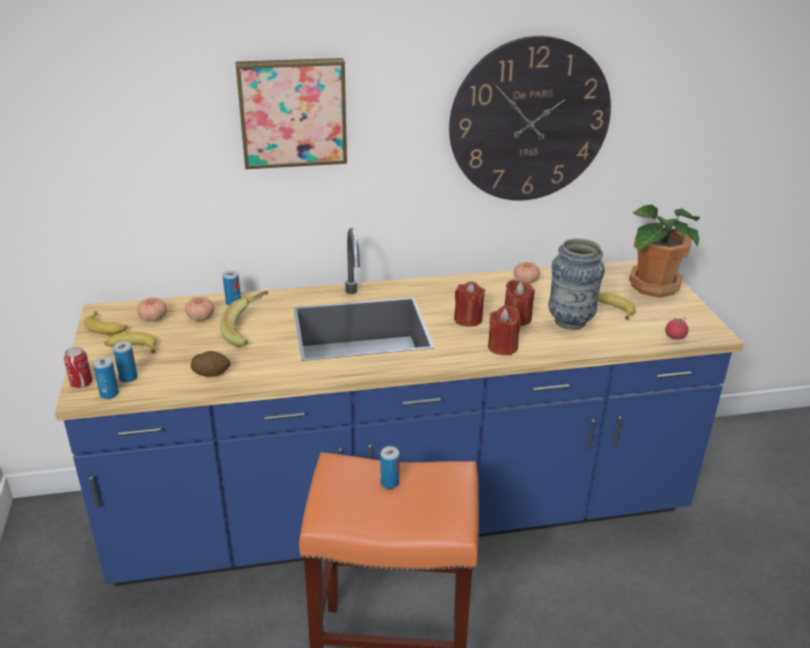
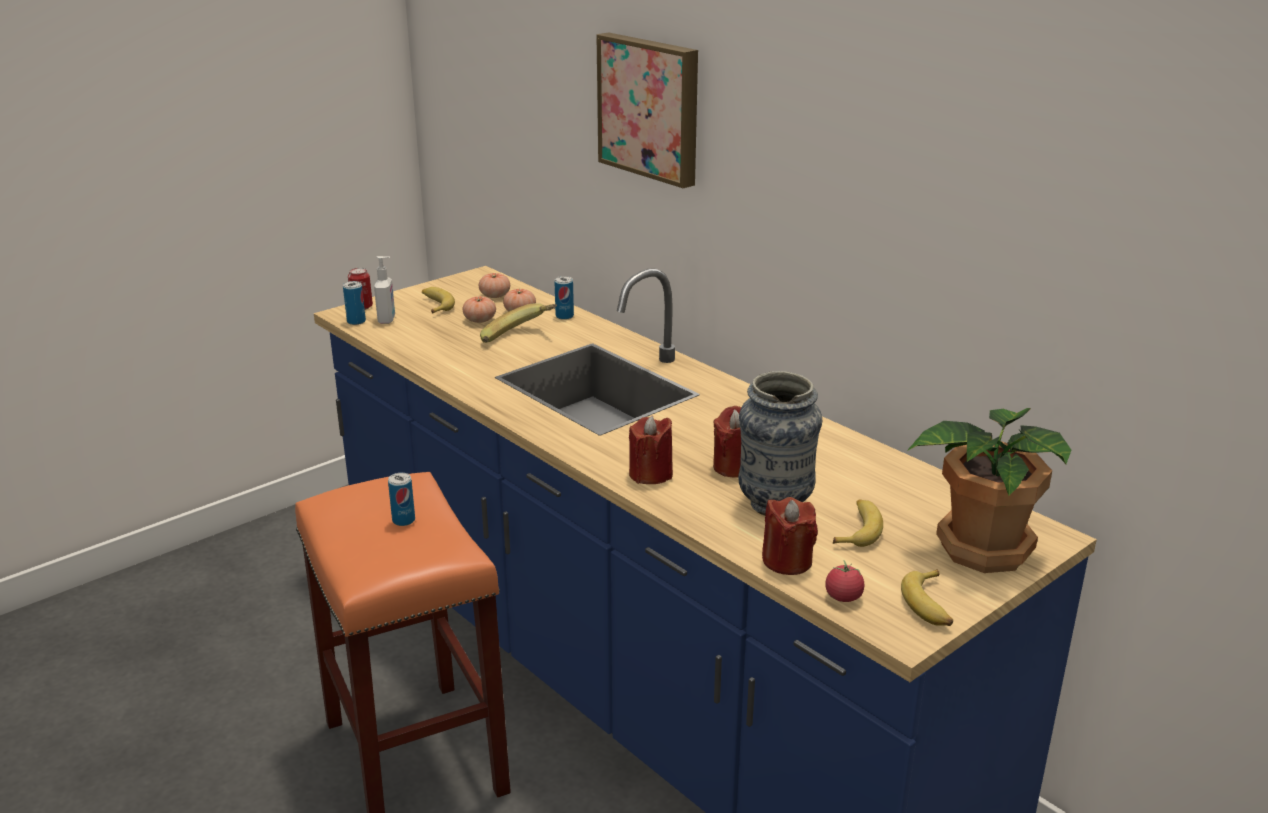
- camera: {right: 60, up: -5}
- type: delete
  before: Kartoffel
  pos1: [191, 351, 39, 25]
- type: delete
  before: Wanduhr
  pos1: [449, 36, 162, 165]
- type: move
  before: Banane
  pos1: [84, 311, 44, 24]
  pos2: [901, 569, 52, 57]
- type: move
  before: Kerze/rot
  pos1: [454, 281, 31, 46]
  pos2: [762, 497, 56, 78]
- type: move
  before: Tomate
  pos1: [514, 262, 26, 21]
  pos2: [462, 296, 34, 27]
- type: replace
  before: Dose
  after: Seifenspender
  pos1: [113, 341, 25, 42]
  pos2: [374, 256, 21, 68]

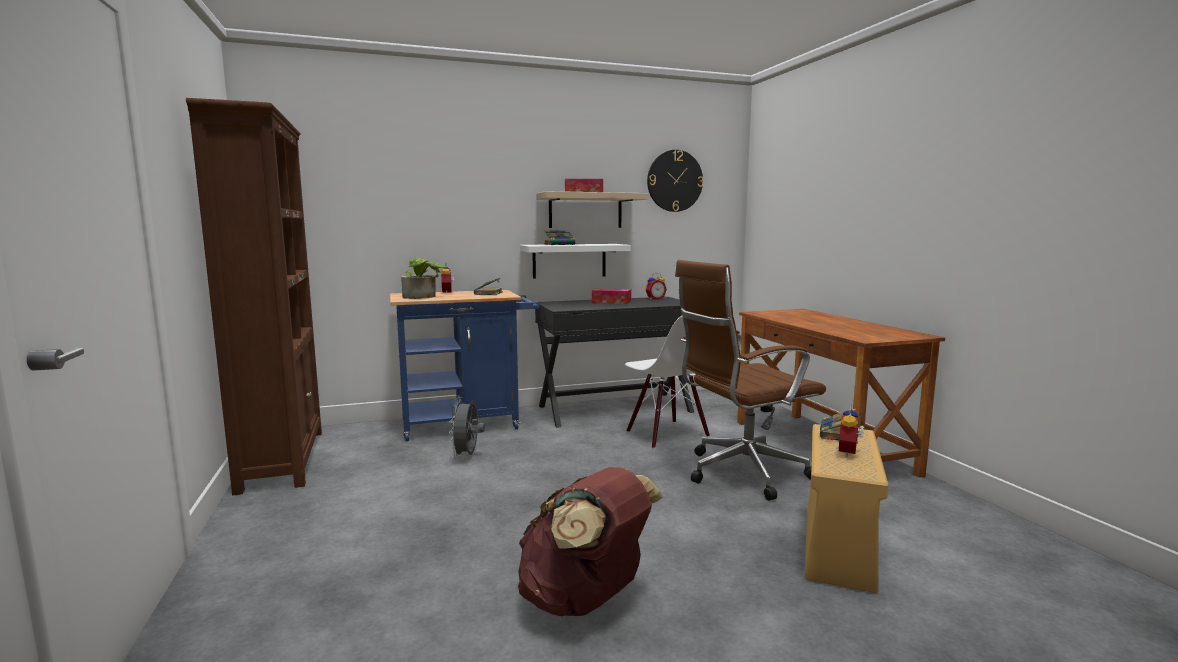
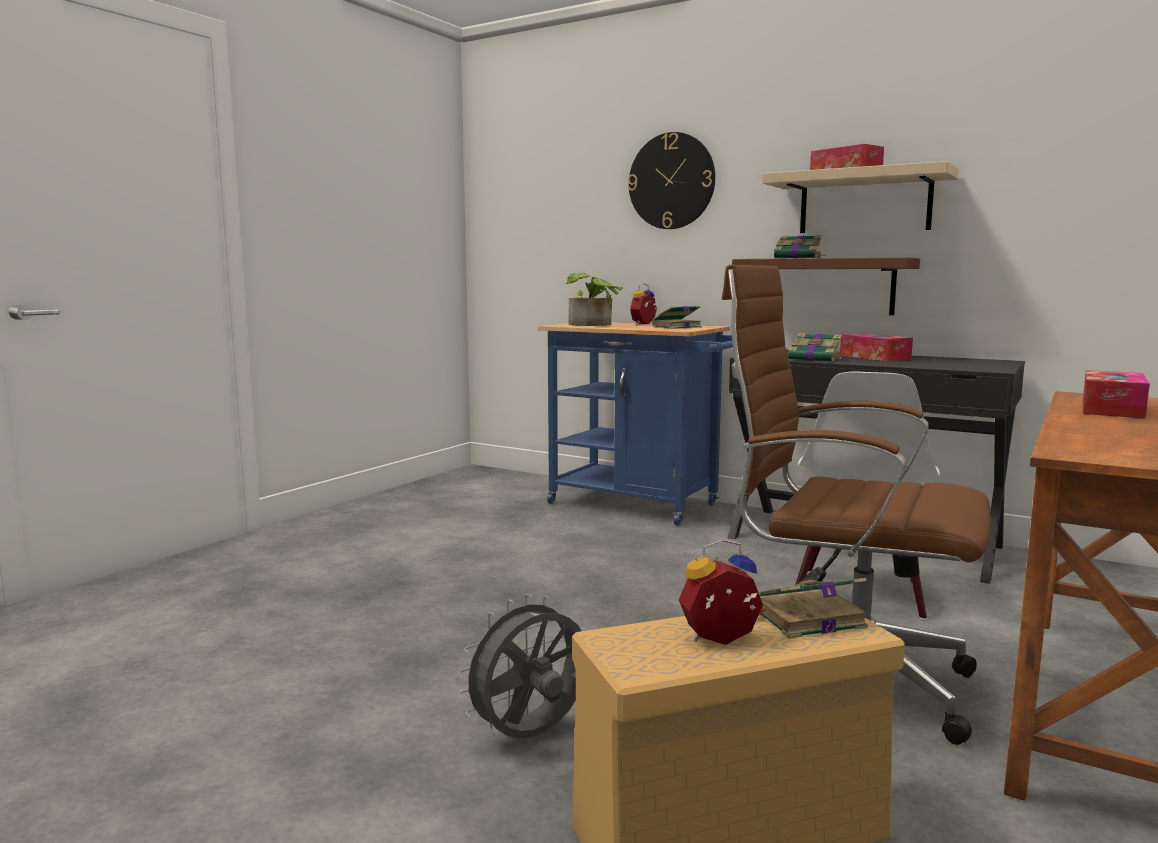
- camera: {right: 50, up: 0}
- type: delete
  before: Bücherregal/braun
  pos1: [186, 98, 136, 397]
- type: delete
  before: Rucksack/braun
  pos1: [518, 467, 145, 149]
- type: delete
  before: Wecker
  pos1: [645, 273, 22, 27]
- type: insert
  after: Buch
  pos2: [788, 333, 56, 29]
- type: insert
  after: Taschentuchbox
  pos2: [1083, 370, 67, 49]
- type: move
  before: Ventilator/grau
  pos1: [449, 397, 36, 62]
  pos2: [458, 594, 123, 144]
- type: move
  before: Wanduhr
  pos1: [647, 150, 56, 62]
  pos2: [628, 132, 87, 97]
- type: recolor
  before: Wandregal/weiß
  after: Wandregal/braun
  pos1: [520, 244, 111, 35]
  pos2: [732, 257, 188, 58]

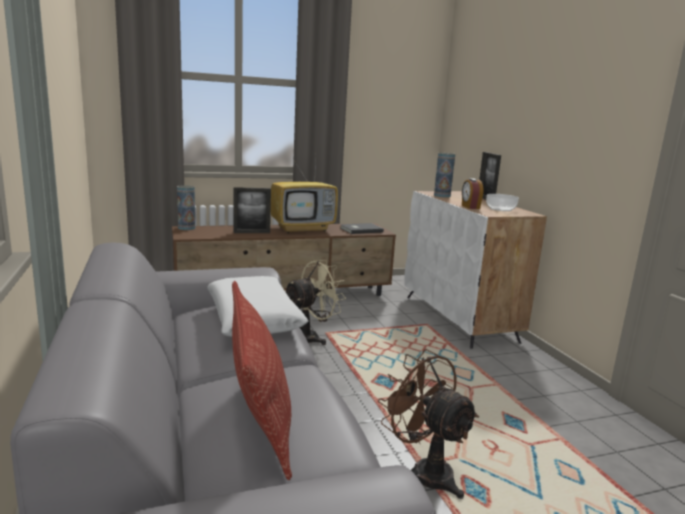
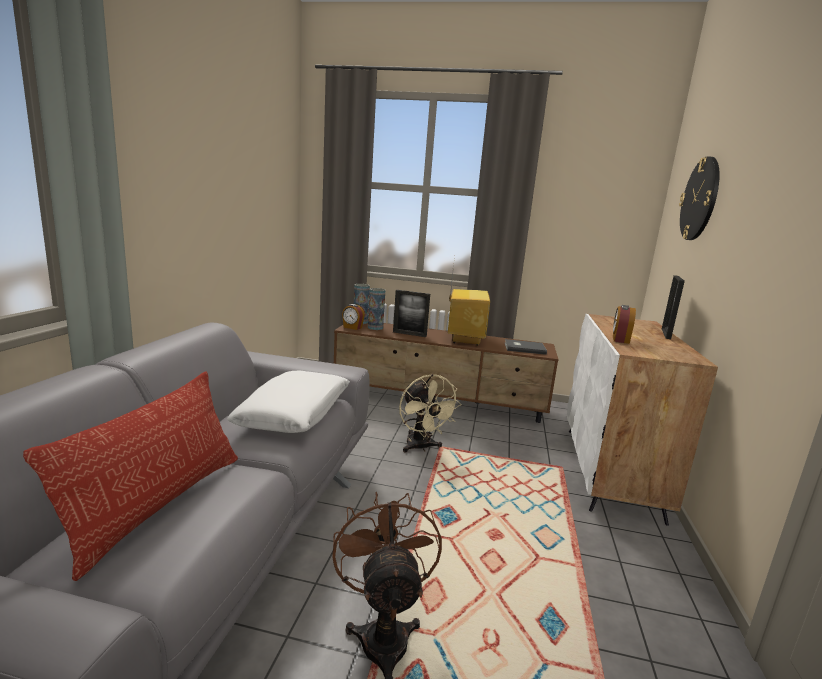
- camera: {right: 30, up: 0}
- type: delete
  before: Schüssel
  pos1: [486, 194, 33, 17]
- type: insert
  after: Wecker
  pos2: [342, 304, 23, 26]
- type: insert
  after: Wanduhr
  pos2: [679, 156, 41, 84]
- type: move
  before: Vase
  pos1: [434, 153, 21, 45]
  pos2: [368, 288, 17, 42]
- type: rotate
  before: Fernseher
  pos1: [271, 157, 67, 76]
  pos2: [448, 266, 42, 80]
  turn: -90
- type: rotate
  before: Ventilator/beige
  pos1: [285, 260, 61, 85]
  pos2: [399, 374, 63, 79]
  turn: 75

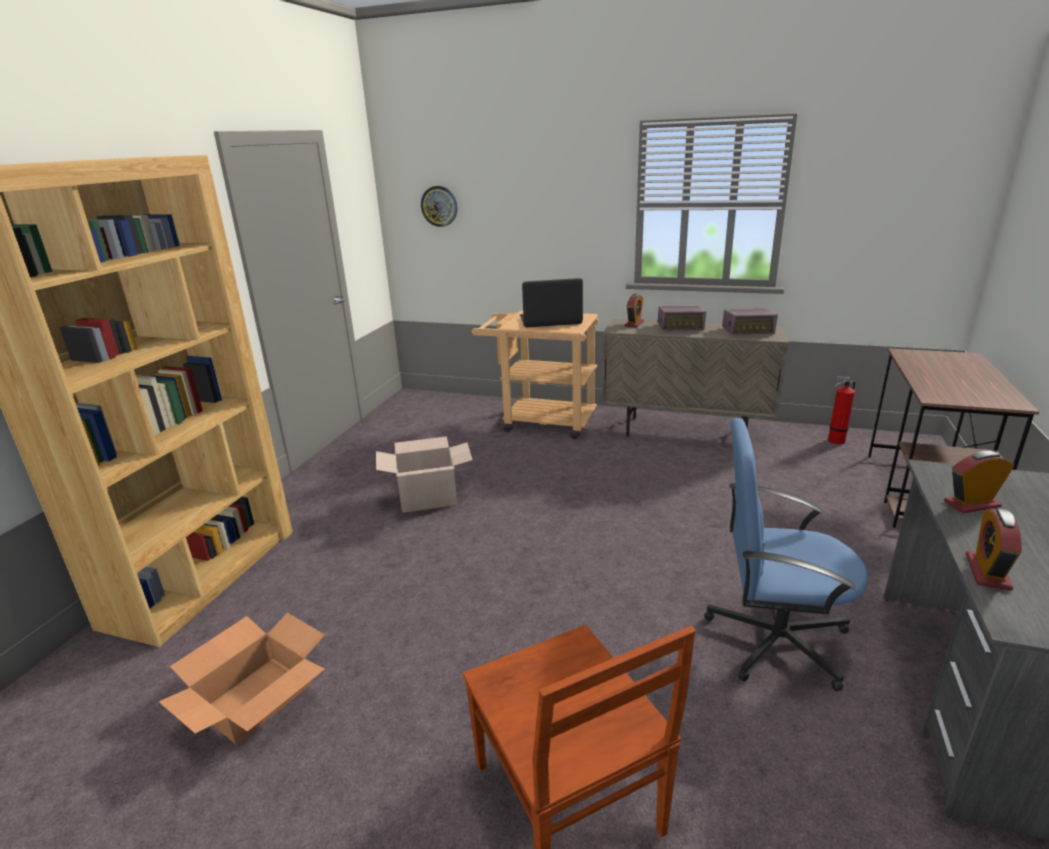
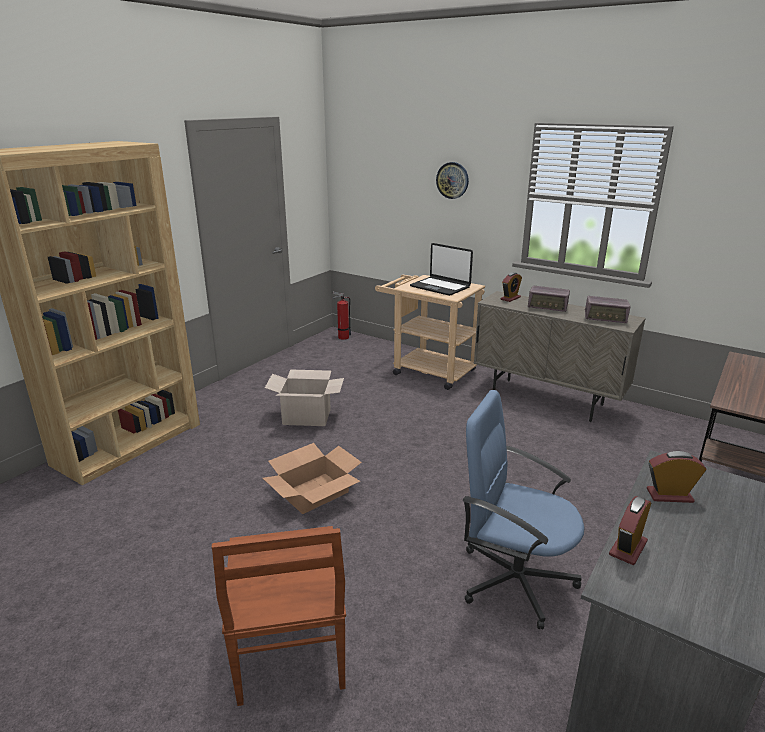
- camera: {right: 15, up: 0}
- type: move
  before: Karton
  pos1: [159, 613, 166, 131]
  pos2: [263, 443, 99, 71]
- type: move
  before: Wanduhr
  pos1: [421, 186, 36, 41]
  pos2: [436, 162, 33, 37]
- type: move
  before: Feuerlöscher
  pos1: [828, 376, 27, 69]
  pos2: [332, 292, 19, 48]
- type: rotate
  before: Laptop
  pos1: [520, 278, 63, 49]
  pos2: [410, 243, 63, 53]
  turn: -150

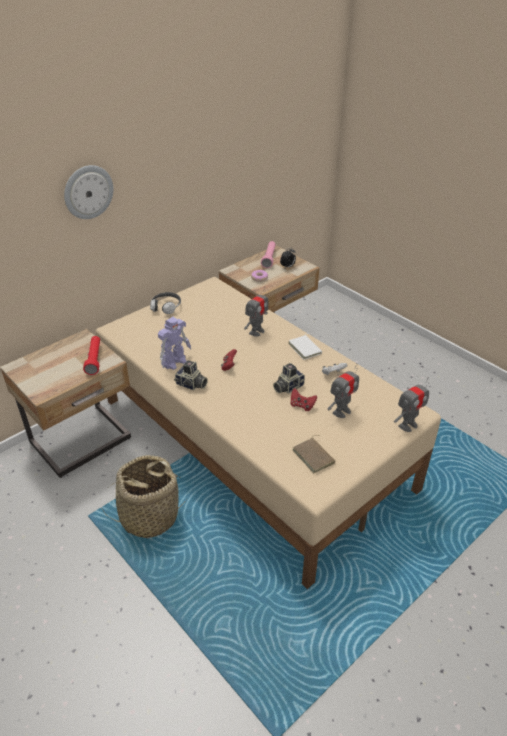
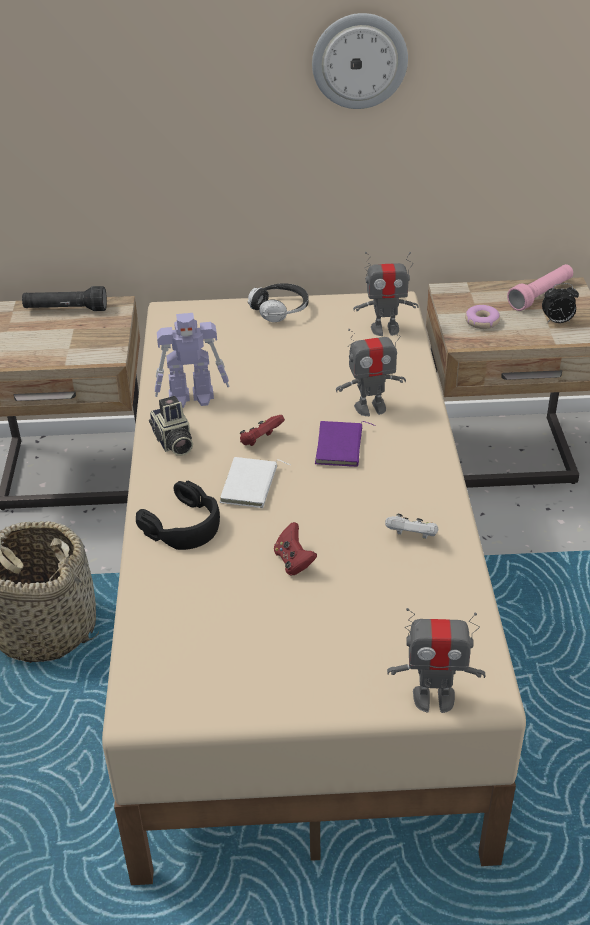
- camera: {right: 40, up: 0}
- type: delete
  before: Taschenlampe/rot
  pos1: [83, 336, 17, 39]
- type: delete
  before: Kamera
  pos1: [273, 363, 32, 31]
- type: delete
  before: Buch/braun
  pos1: [292, 435, 43, 38]
- type: insert
  after: Taschenlampe/schwarz
  pos2: [22, 286, 85, 25]
- type: insert
  after: Kopfhörer/schwarz
  pos2: [136, 481, 84, 69]
- type: insert
  after: Buch/lila
  pos2: [315, 421, 61, 46]
- type: move
  before: Wanduhr
  pos1: [64, 165, 49, 54]
  pos2: [312, 13, 96, 96]
- type: move
  before: Buch/weiß
  pos1: [288, 335, 34, 25]
  pos2: [220, 457, 70, 51]
- type: move
  before: Spielzeugroboter
  pos1: [328, 363, 31, 55]
  pos2: [353, 252, 66, 84]

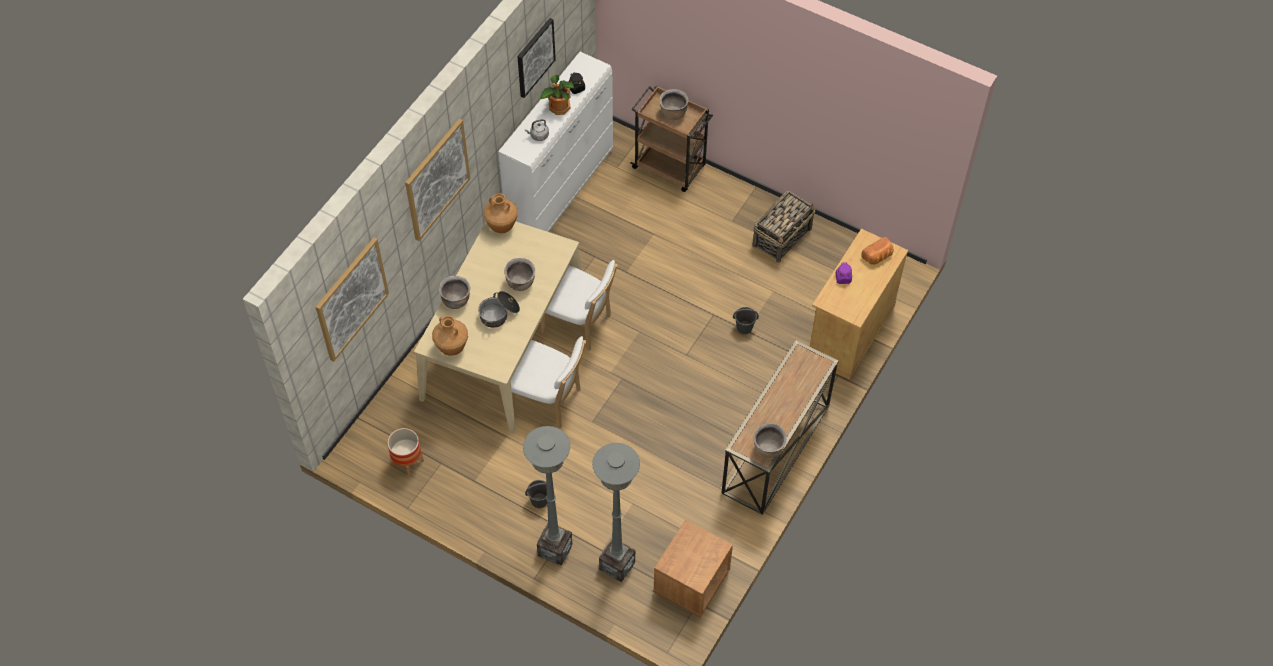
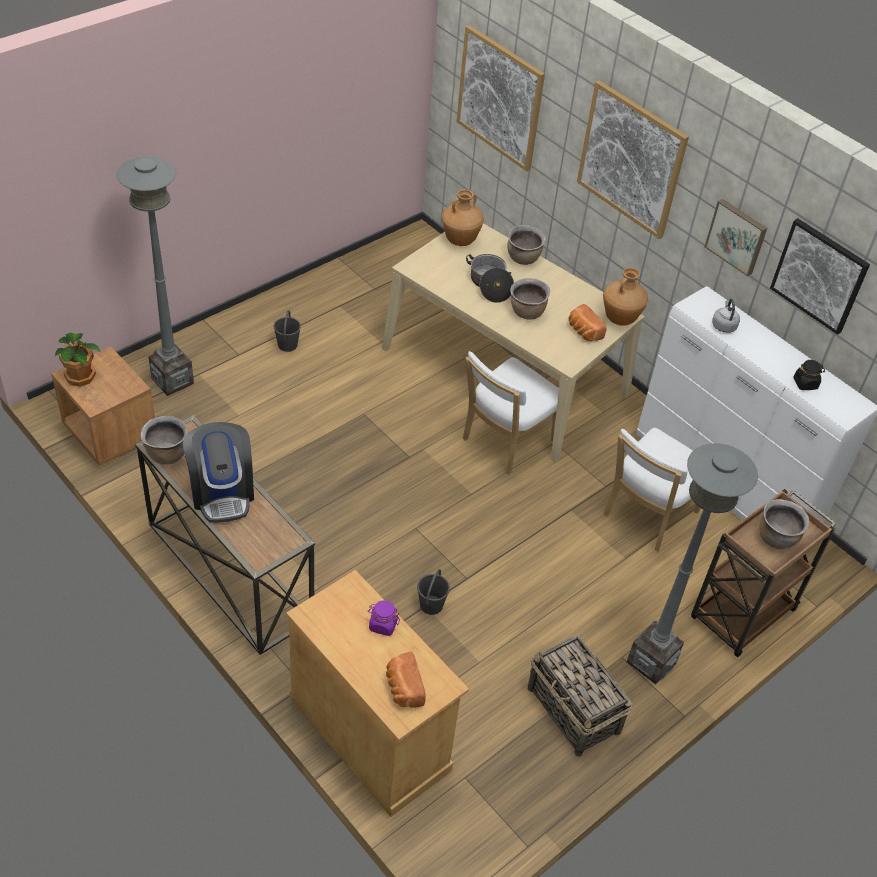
- camera: {right: 105, up: -10}
- type: delete
  before: Pflanzkübel
  pos1: [387, 428, 37, 49]
- type: insert
  after: Kaffeemaschine
  pos2: [183, 422, 71, 101]
- type: insert
  after: Brot
  pos2: [569, 304, 38, 37]
- type: insert
  after: Bild
  pos2: [705, 199, 62, 78]
- type: move
  before: Stuhl/weiß
  pos1: [510, 336, 76, 93]
  pos2: [603, 428, 97, 123]
- type: move
  before: Stehlampe/grau
  pos1: [523, 426, 49, 139]
  pos2: [627, 443, 131, 241]
- type: move
  before: Topfpflanze
  pos1: [540, 75, 34, 40]
  pos2: [55, 333, 46, 54]

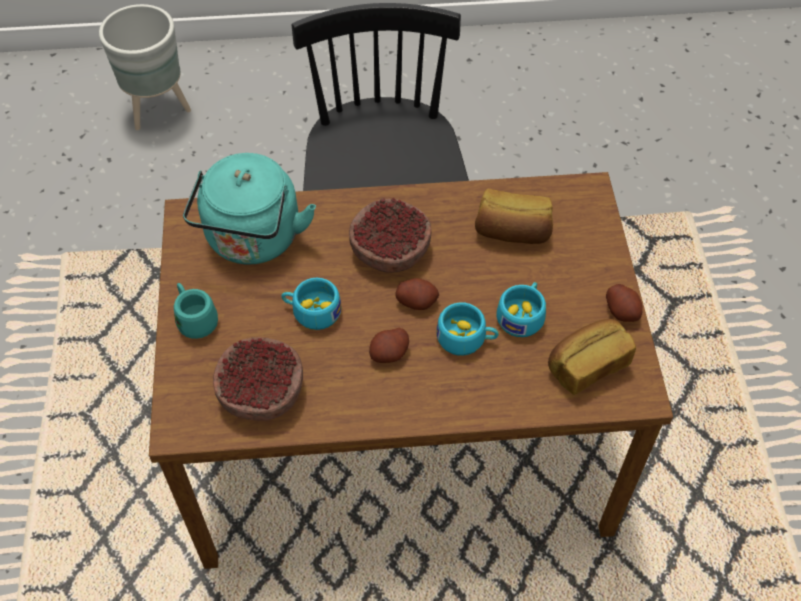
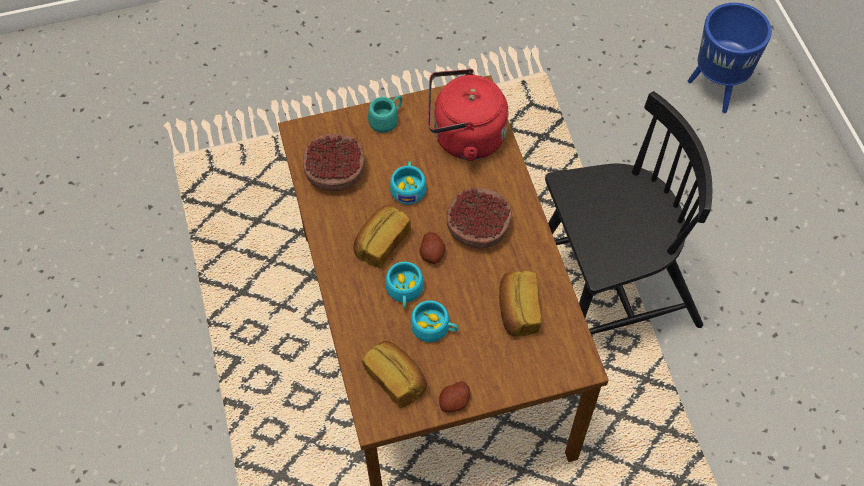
- camera: {right: 80, up: 5}
- type: replace
  before: Kartoffel
  after: Brot
  pos1: [369, 328, 40, 35]
  pos2: [353, 205, 58, 63]
- type: recolor
  before: Pflanzkübel/grau
  after: Pflanzkübel/blau
  pos1: [99, 4, 92, 126]
  pos2: [688, 3, 84, 110]
- type: recolor
  before: Wasserkessel/türkis
  after: Wasserkessel/rot
  pos1: [183, 153, 133, 112]
  pos2: [428, 69, 80, 92]

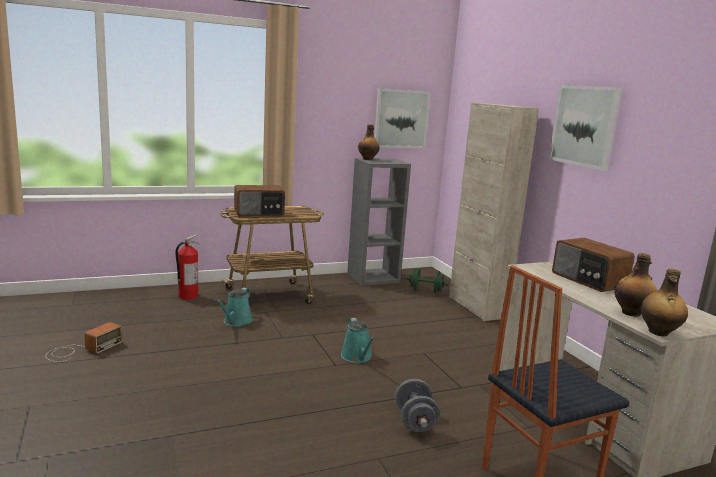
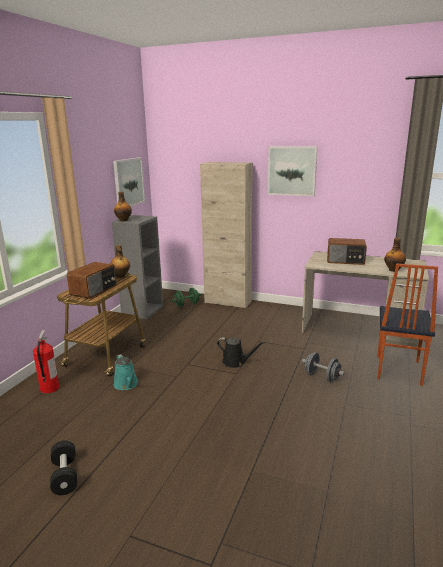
- camera: {right: -45, up: 5}
- type: move
  before: Flasche
  pos1: [641, 268, 47, 69]
  pos2: [110, 245, 20, 33]
- type: replace
  before: Radio
  after: Hantel/schwarz
  pos1: [46, 322, 77, 40]
  pos2: [50, 441, 27, 54]
- type: recolor
  before: Gießkanne/türkis
  after: Gießkanne/schwarz
  pos1: [341, 318, 34, 45]
  pos2: [217, 337, 48, 31]

